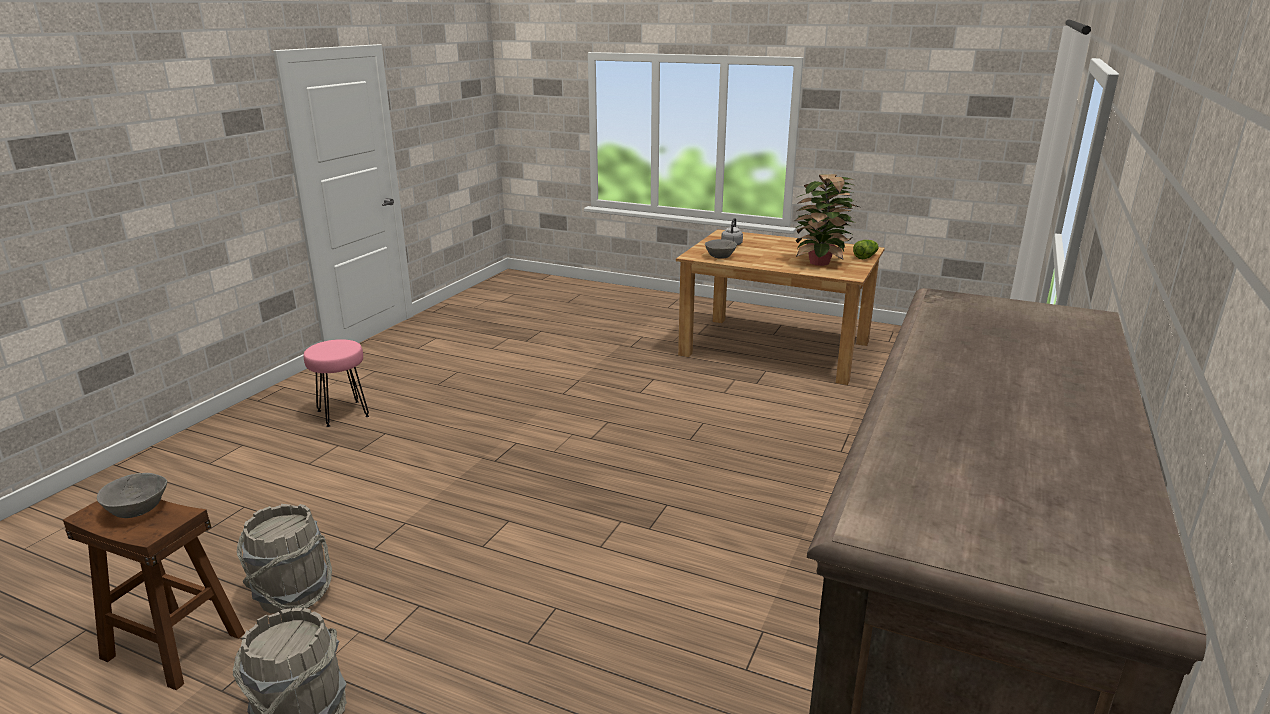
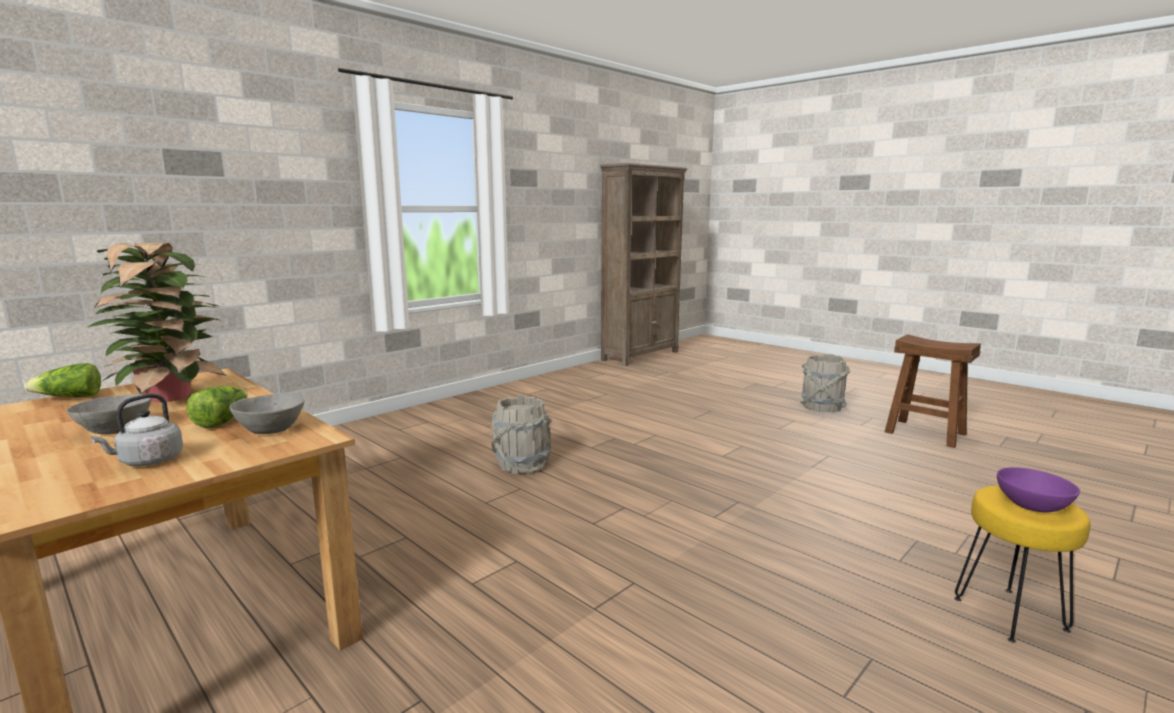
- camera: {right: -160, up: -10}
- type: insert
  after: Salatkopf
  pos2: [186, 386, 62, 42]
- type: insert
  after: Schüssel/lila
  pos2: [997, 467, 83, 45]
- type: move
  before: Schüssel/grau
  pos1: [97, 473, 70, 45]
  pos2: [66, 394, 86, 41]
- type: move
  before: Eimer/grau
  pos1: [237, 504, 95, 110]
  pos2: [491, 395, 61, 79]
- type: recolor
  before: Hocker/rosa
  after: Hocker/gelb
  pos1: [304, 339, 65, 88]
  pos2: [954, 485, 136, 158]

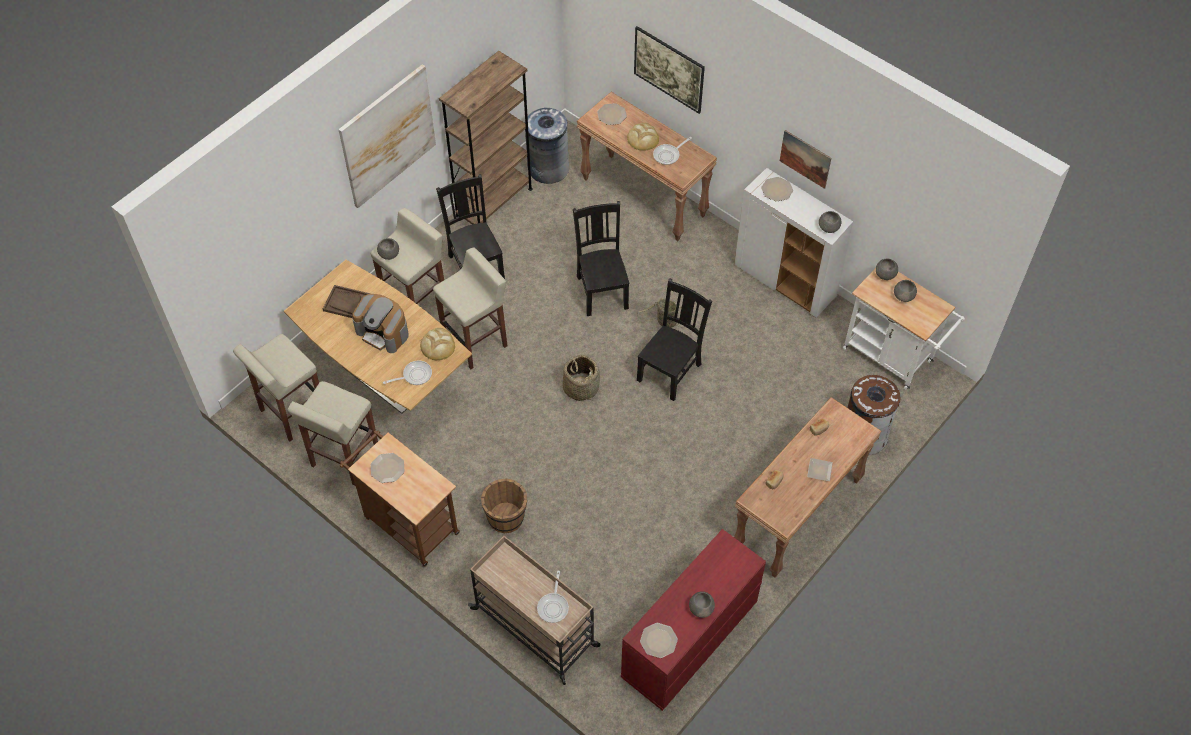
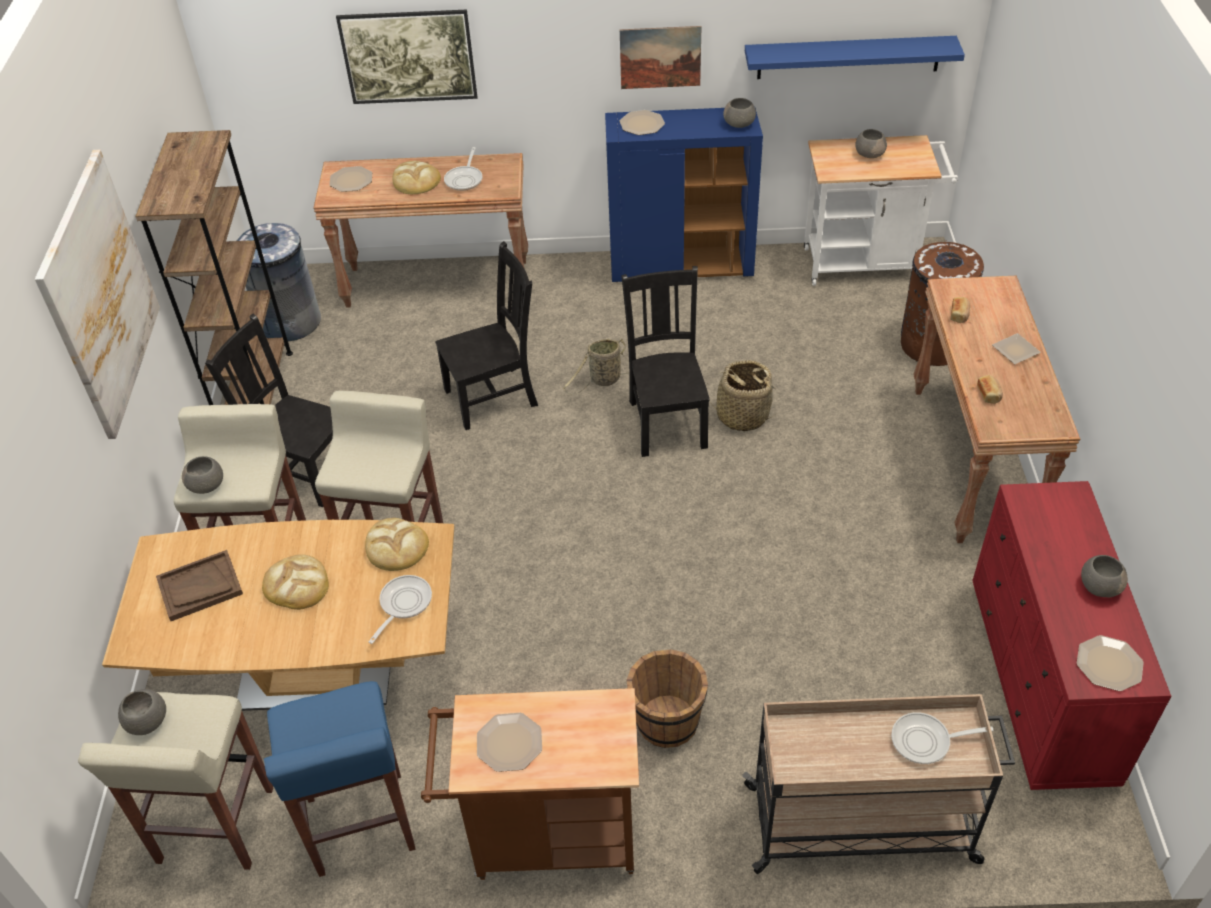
- camera: {right: -40, up: -10}
- type: insert
  after: Wandregal/blau
  pos2: [745, 36, 220, 43]
- type: move
  before: Korb
  pos1: [563, 355, 37, 46]
  pos2: [709, 360, 68, 71]
- type: move
  before: Schüssel/grau
  pos1: [876, 258, 22, 22]
  pos2: [118, 689, 48, 46]
- type: replace
  before: Kaffeemaschine
  after: Brot
  pos1: [352, 294, 57, 59]
  pos2: [262, 554, 67, 56]
- type: recolor
  before: Hocker/beige
  after: Hocker/blau
  pos1: [288, 381, 90, 105]
  pos2: [264, 681, 151, 196]
- type: recolor
  before: Schrank/weiß
  after: Schrank/blau
  pos1: [734, 168, 119, 150]
  pos2: [605, 106, 158, 176]
- type: rotate
  before: Pfanne
  pos1: [537, 571, 32, 52]
  pos2: [891, 712, 103, 52]
  turn: 120
- type: rotate
  before: Stuhl/schwarz
  pos1: [573, 201, 56, 115]
  pos2: [435, 241, 103, 189]
  turn: 120

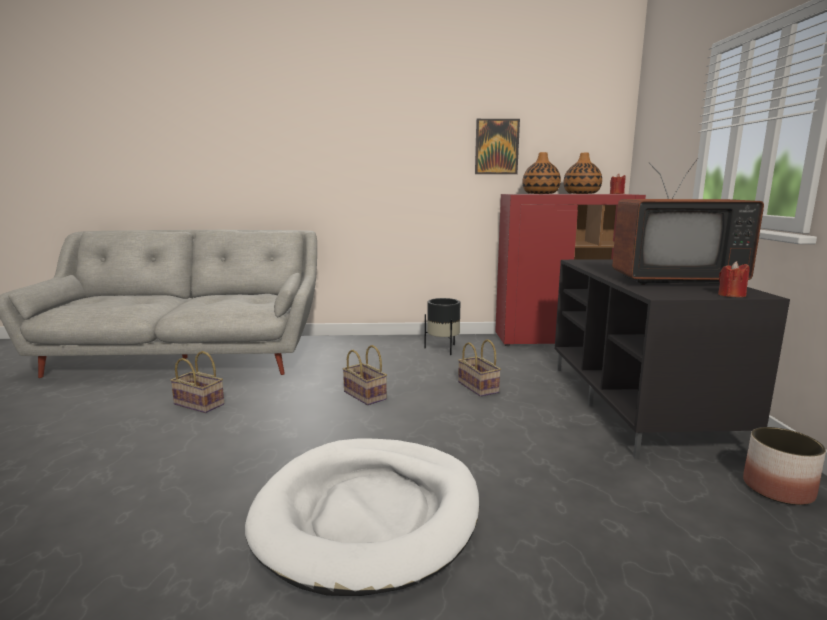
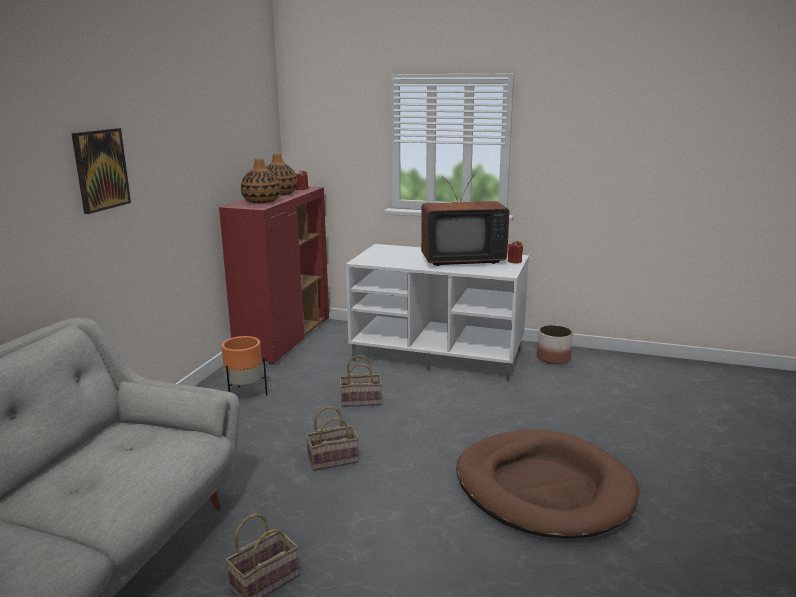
- camera: {right: -70, up: 5}
- type: move
  before: Bild
  pos1: [475, 119, 45, 55]
  pos2: [71, 128, 60, 86]
- type: recolor
  before: Hundebett/weiß
  after: Hundebett/braun
  pos1: [245, 438, 234, 158]
  pos2: [456, 429, 184, 110]
- type: recolor
  before: Pflanzkübel/schwarz
  after: Pflanzkübel/orange
  pos1: [425, 298, 36, 57]
  pos2: [221, 336, 46, 59]
- type: recolor
  before: Fernsehschrank/schwarz
  after: Fernsehschrank/weiß
  pos1: [555, 259, 235, 200]
  pos2: [346, 244, 183, 137]
- type: rotate
  before: Fernseher
  pos1: [612, 158, 152, 127]
  pos2: [421, 172, 88, 94]
  turn: 60

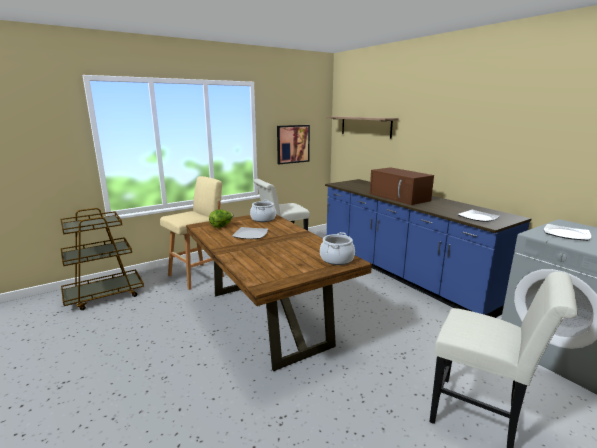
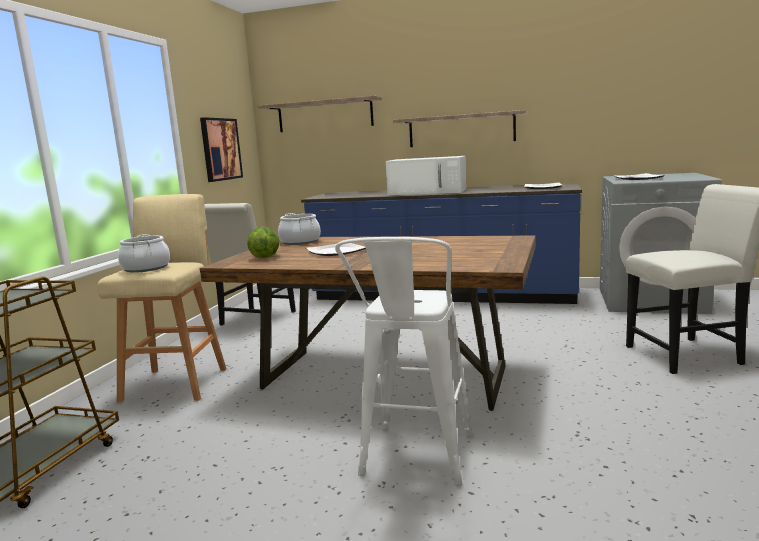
- camera: {right: -40, up: -5}
- type: insert
  after: Hocker/weiß
  pos2: [335, 237, 138, 250]
- type: insert
  after: Wandregal
  pos2: [393, 110, 134, 37]
- type: move
  before: Kochtopf
  pos1: [320, 232, 35, 33]
  pos2: [118, 234, 52, 39]
- type: recolor
  before: Mikrowelle/braun
  after: Mikrowelle/weiß
  pos1: [370, 167, 64, 38]
  pos2: [386, 156, 80, 39]

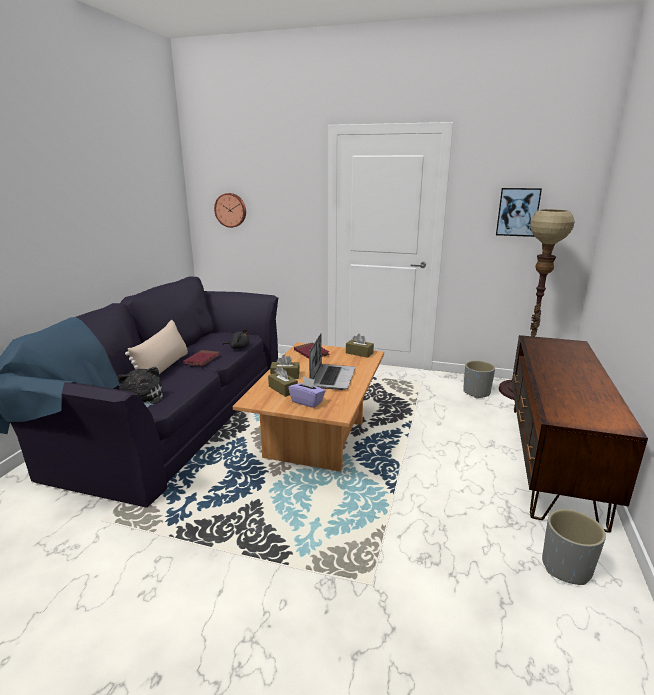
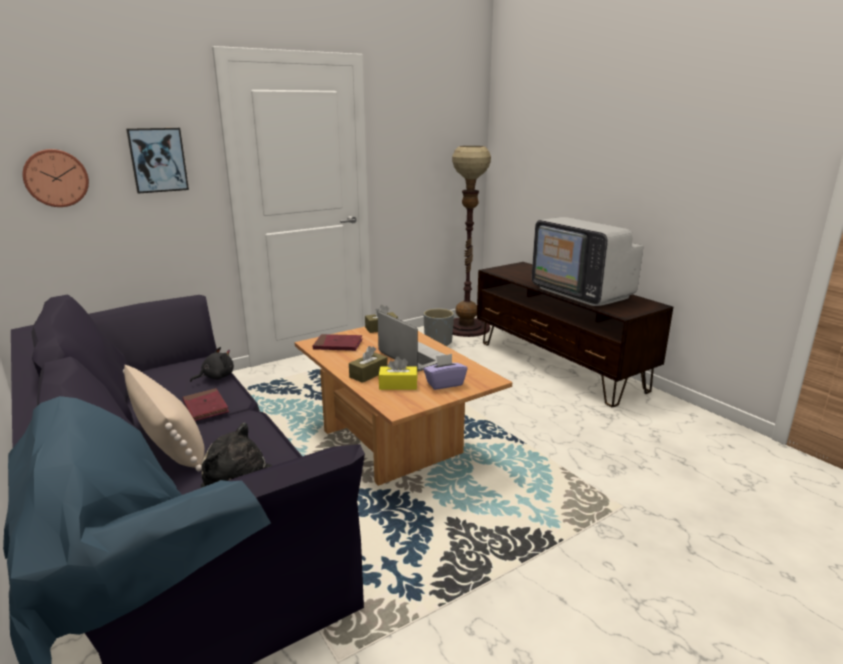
- camera: {right: -50, up: 0}
- type: delete
  before: Pflanzkübel/grau
  pos1: [542, 509, 64, 76]
- type: insert
  after: Fernseher
  pos2: [532, 217, 111, 89]
- type: move
  before: Bild
  pos1: [496, 188, 46, 49]
  pos2: [126, 128, 63, 66]
- type: recolor
  before: Taschentuchbox/braun
  after: Taschentuchbox/gelb
  pos1: [268, 367, 30, 30]
  pos2: [378, 356, 40, 34]

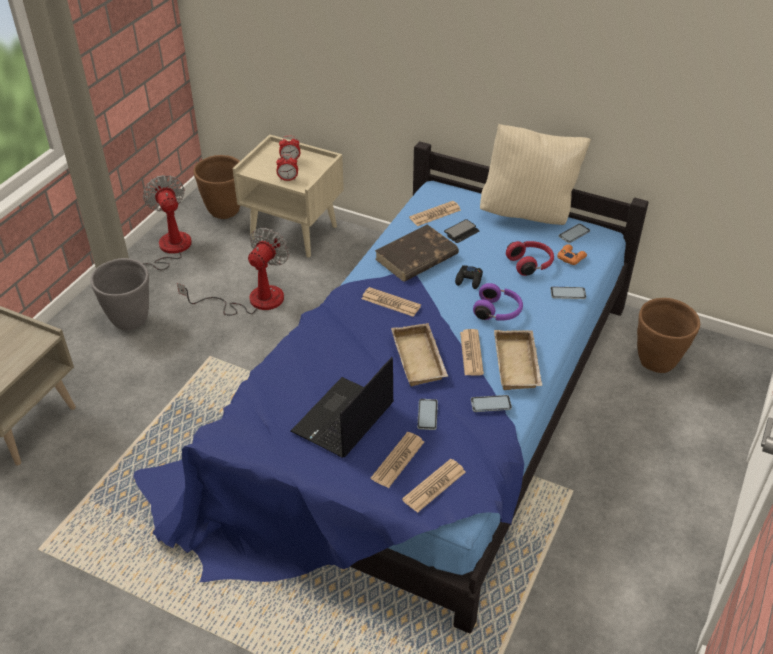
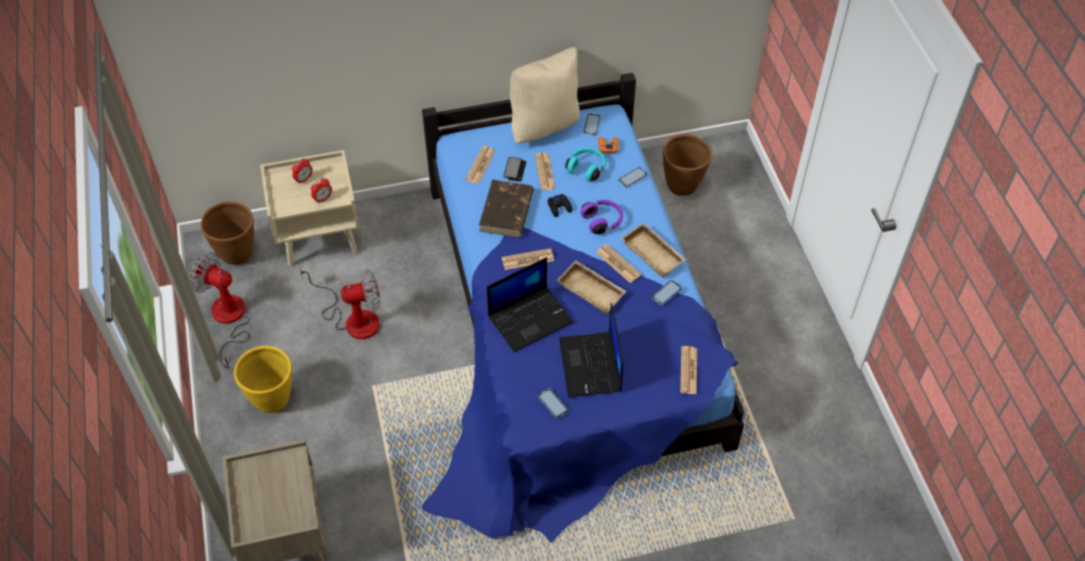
- camera: {right: -40, up: 10}
- type: insert
  after: Laptop
  pos2: [487, 257, 86, 95]
- type: move
  before: Zeitung
  pos1: [371, 432, 53, 56]
  pos2: [535, 152, 20, 38]
- type: move
  before: Handy
  pos1: [417, 399, 21, 31]
  pos2: [538, 388, 30, 30]
- type: recolor
  before: Pflanzkübel/grau
  after: Pflanzkübel/gelb
  pos1: [90, 258, 59, 73]
  pos2: [234, 346, 58, 67]
- type: recolor
  before: Kopfhörer/rot
  after: Kopfhörer/türkis
  pos1: [506, 241, 48, 35]
  pos2: [565, 148, 41, 34]
- type: rotate
  before: Ventilator
  pos1: [177, 228, 112, 88]
  pos2: [299, 264, 81, 75]
  turn: 90

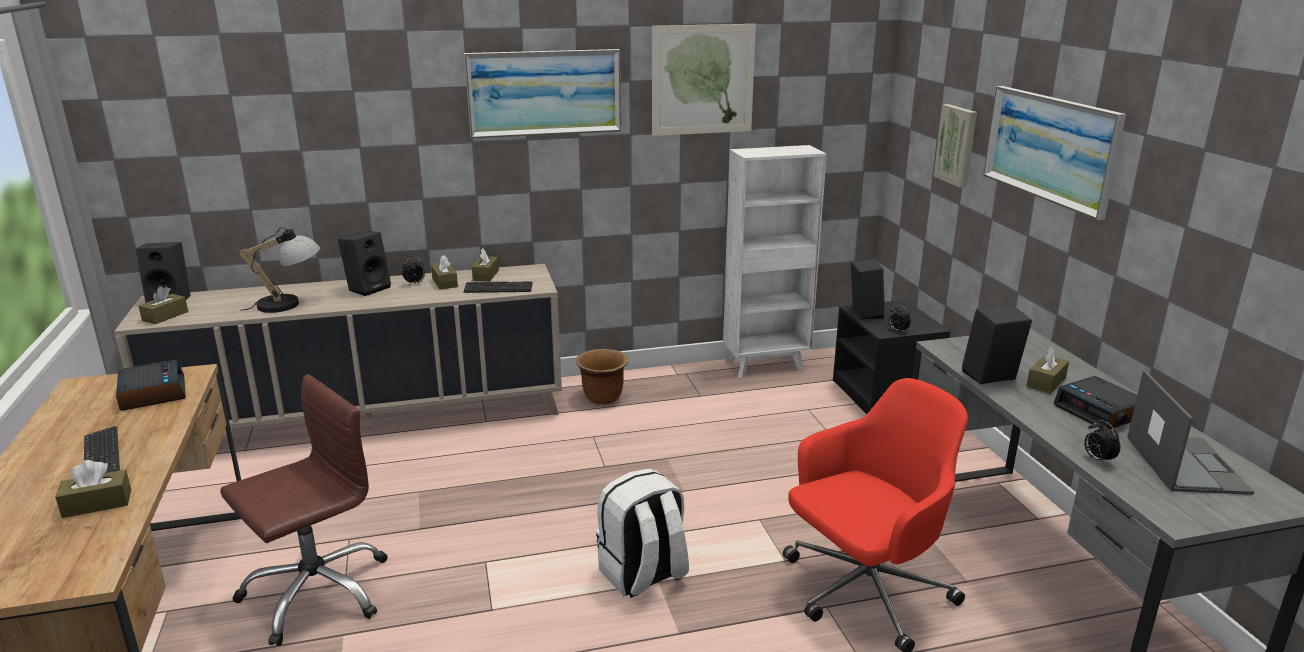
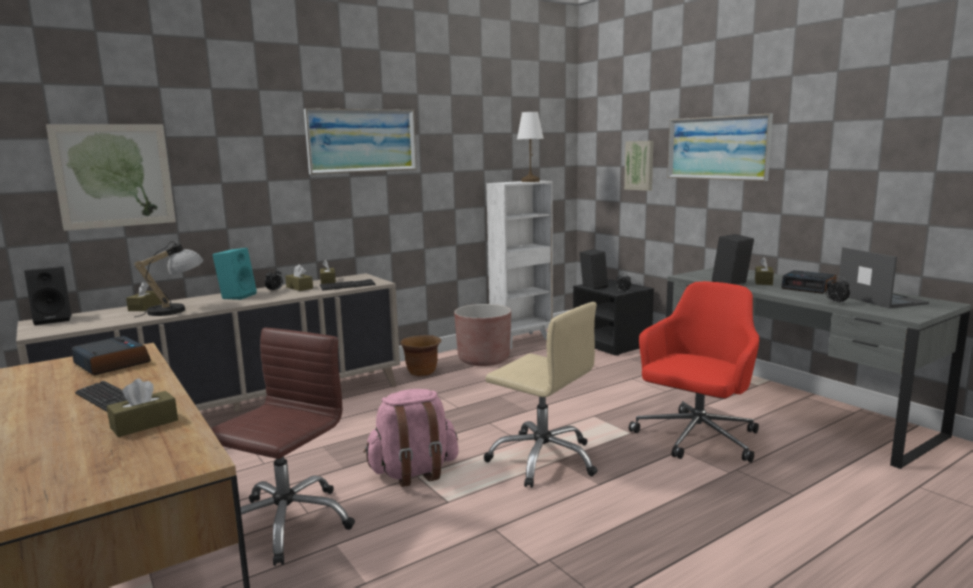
- camera: {right: -20, up: -10}
- type: insert
  after: Rucksack/rosa
  pos2: [364, 389, 95, 98]
- type: insert
  after: Pflanzkübel/braun
  pos2: [454, 304, 57, 62]
- type: insert
  after: Tischlampe/weiß
  pos2: [517, 112, 27, 70]
- type: move
  before: Taschentuchbox/braun
  pos1: [138, 286, 50, 38]
  pos2: [126, 282, 36, 29]
- type: move
  before: Bild
  pos1: [652, 24, 104, 112]
  pos2: [46, 124, 130, 107]
- type: replace
  before: Rucksack/weiß
  after: Bürostuhl/beige
  pos1: [596, 468, 93, 130]
  pos2: [484, 302, 114, 186]
- type: recolor
  before: Lautsprecher/schwarz
  after: Lautsprecher/türkis
  pos1: [338, 231, 53, 65]
  pos2: [212, 248, 45, 52]

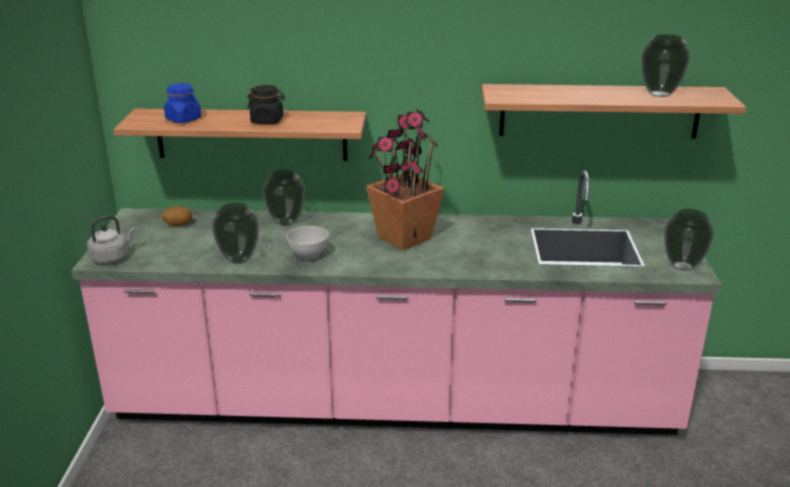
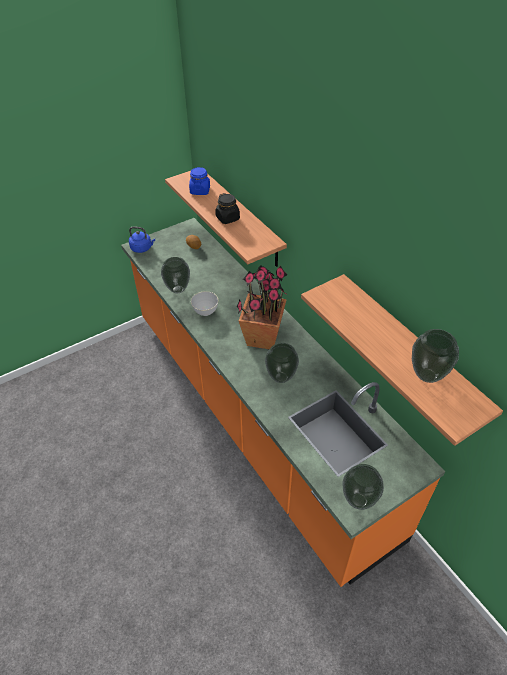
- camera: {right: 55, up: 20}
- type: move
  before: Vase
  pos1: [263, 170, 42, 56]
  pos2: [265, 343, 34, 40]
- type: recolor
  before: Küchenzeile/rosa
  after: Küchenzeile/orange
  pos1: [71, 170, 651, 265]
  pos2: [121, 218, 324, 369]
- type: recolor
  before: Wasserkessel/grau
  after: Wasserkessel/blau
  pos1: [87, 216, 48, 48]
  pos2: [129, 226, 26, 27]

